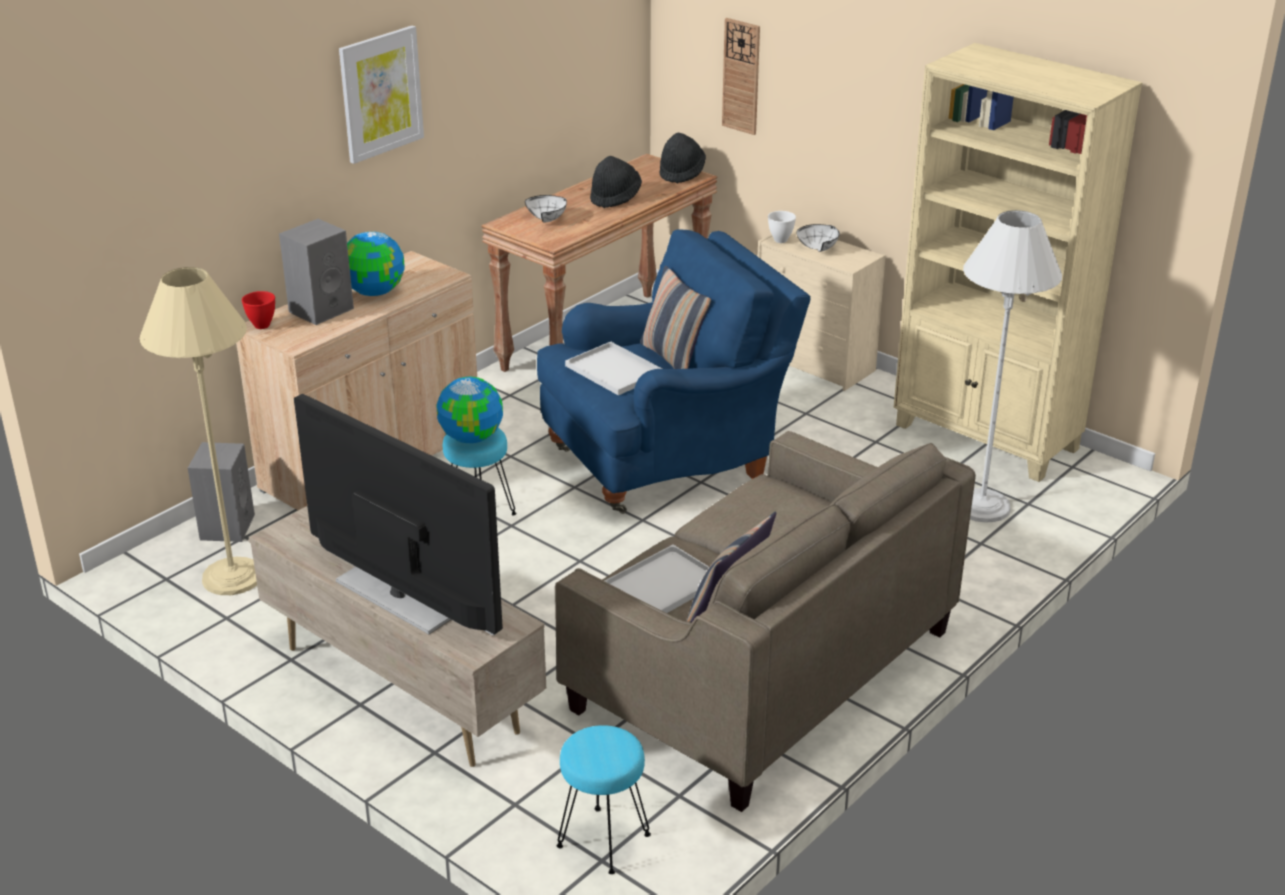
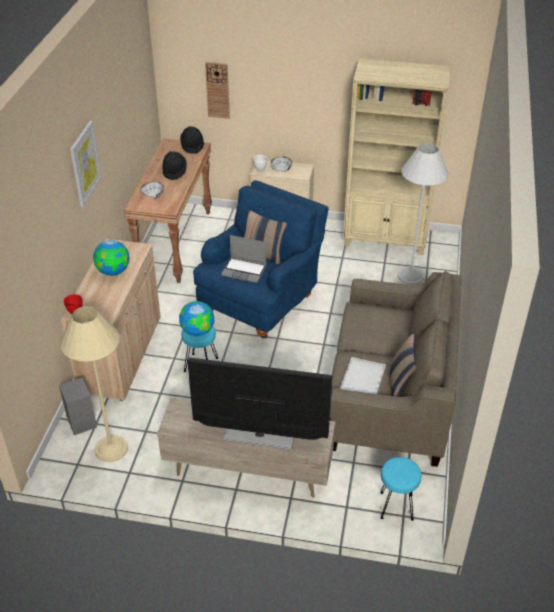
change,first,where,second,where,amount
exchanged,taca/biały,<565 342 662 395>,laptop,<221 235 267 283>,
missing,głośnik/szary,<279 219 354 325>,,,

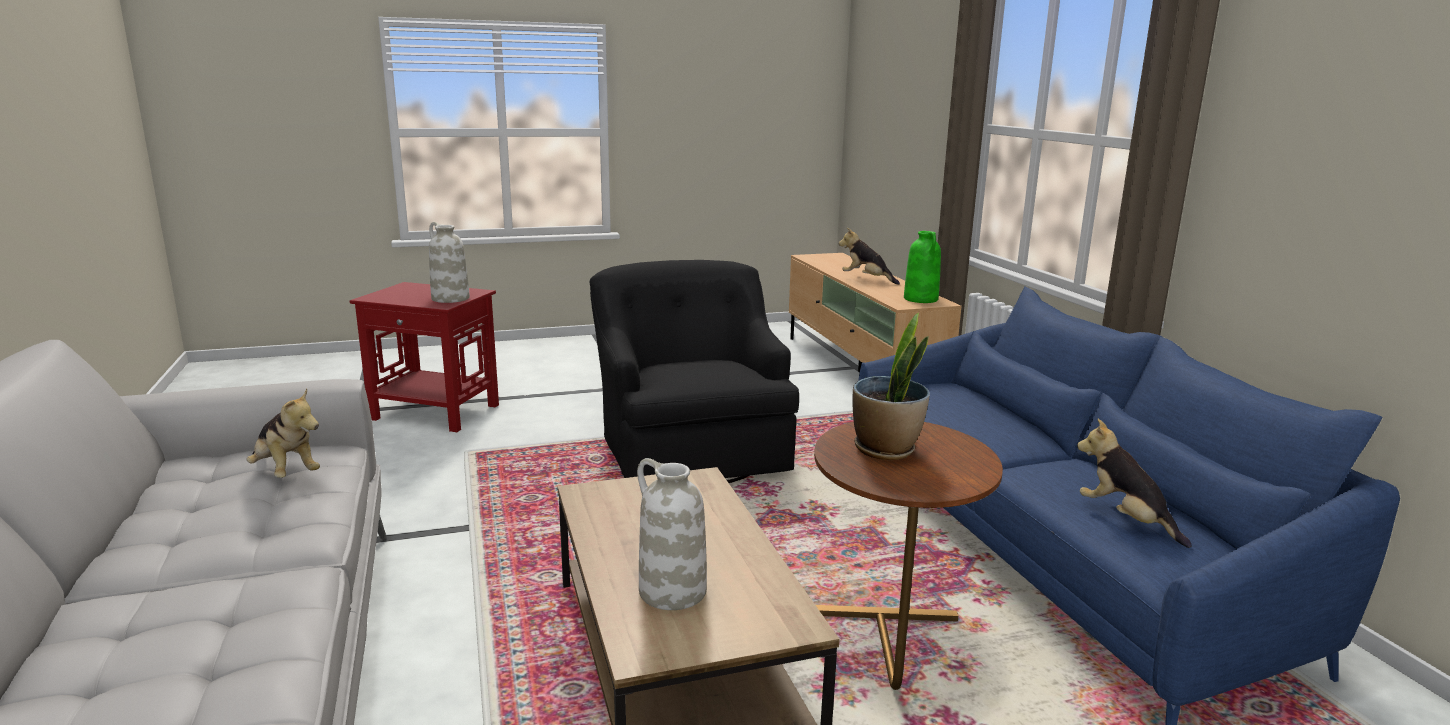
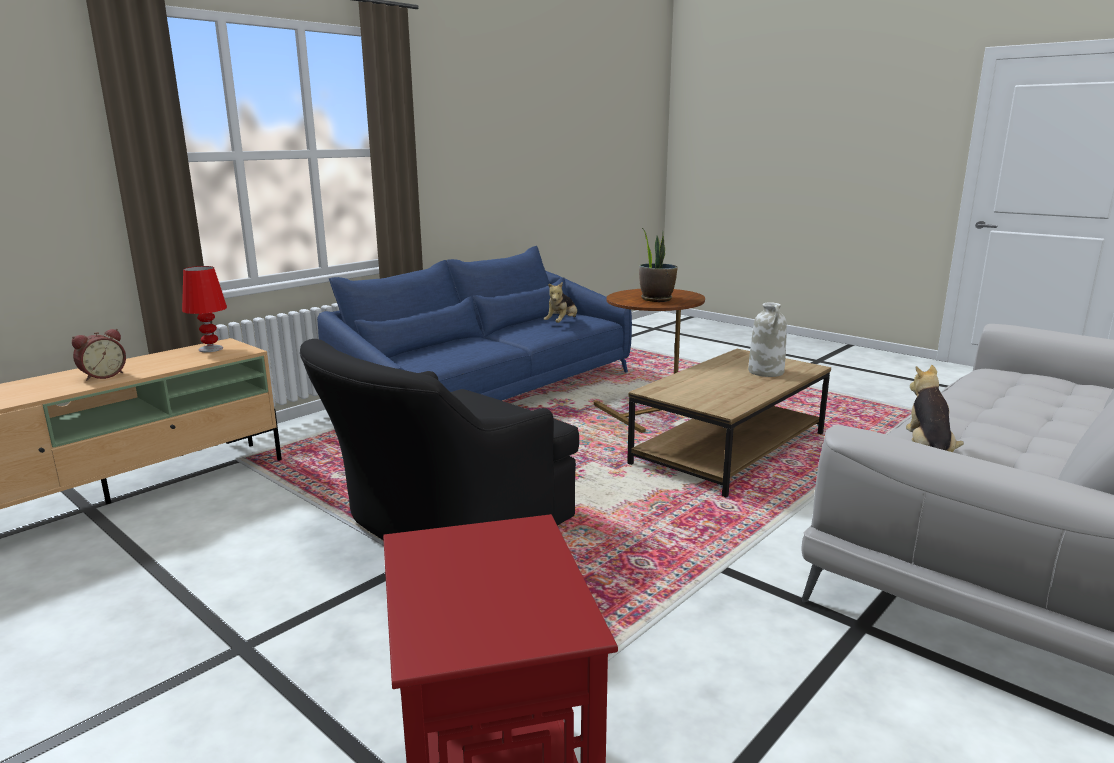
change,first,where,second,where,amount
exchanged,pluszak,<839 228 900 285>,budzik,<72 329 126 381>,
exchanged,wazon/zielony,<904 231 941 303>,lampa stołowa/czerwony,<182 266 227 352>,
missing,wazon/biały,<429 222 470 303>,,,

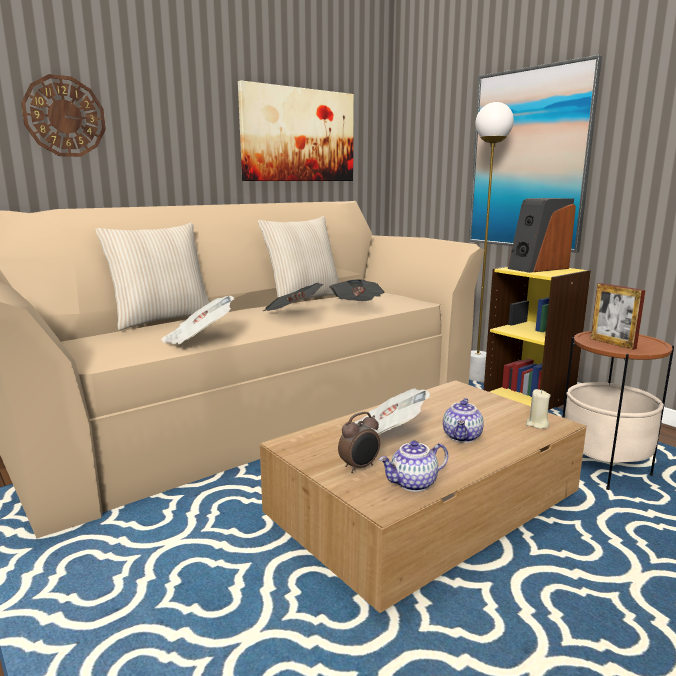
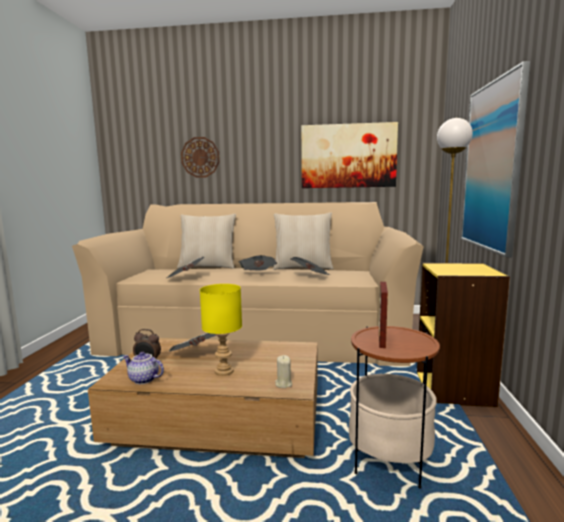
change,first,where,second,where,amount
exchanged,imbryk,<443 398 484 443>,lampa stołowa/żółty,<200 284 242 376>,
missing,głośnik,<508 198 576 273>,,,

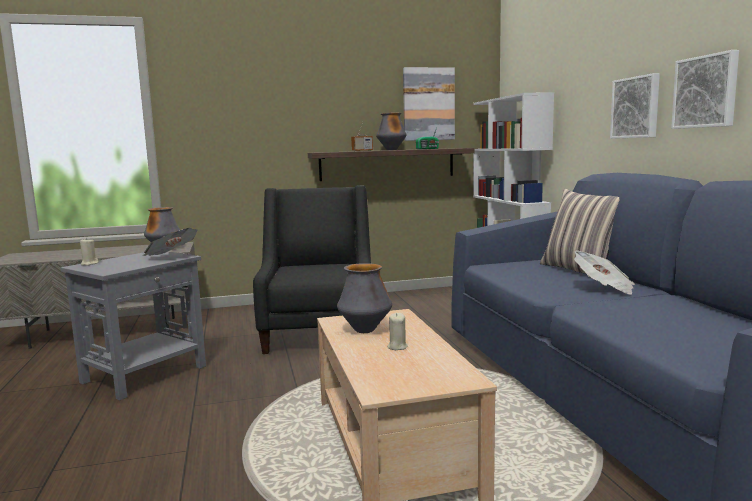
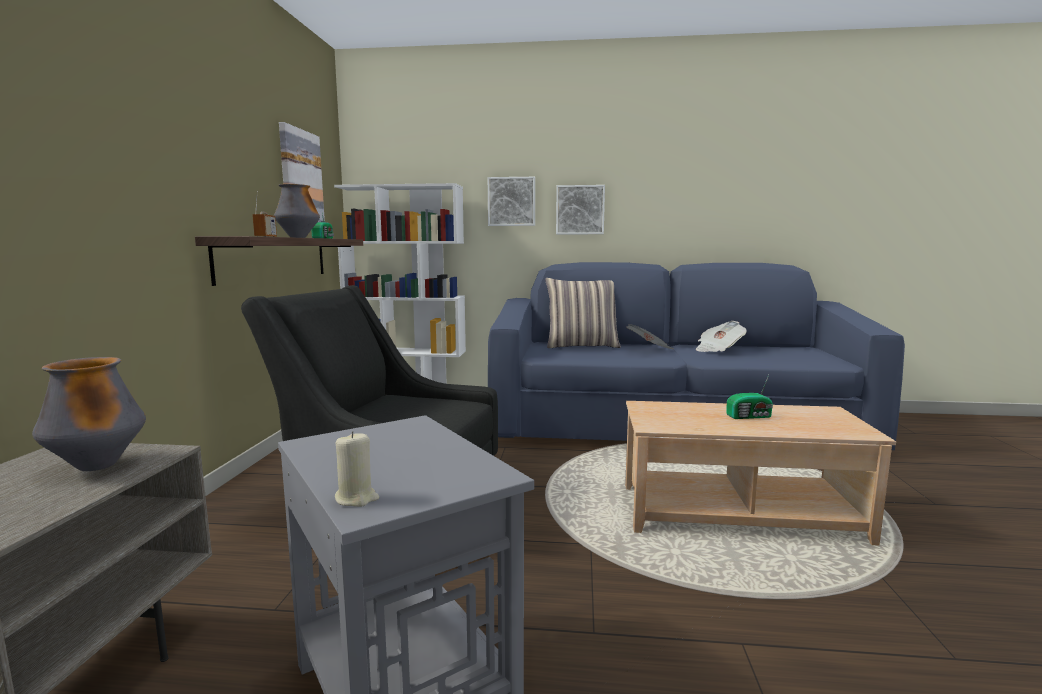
change,first,where,second,where,amount
relocated,obraz,<671 50 739 129>,,<488 177 535 226>,
relocated,gazeta,<143 228 198 256>,,<696 321 747 352>,
exchanged,świeca/beżowy,<387 313 408 350>,radio,<726 375 773 419>,
missing,wazon,<337 263 392 333>,,,

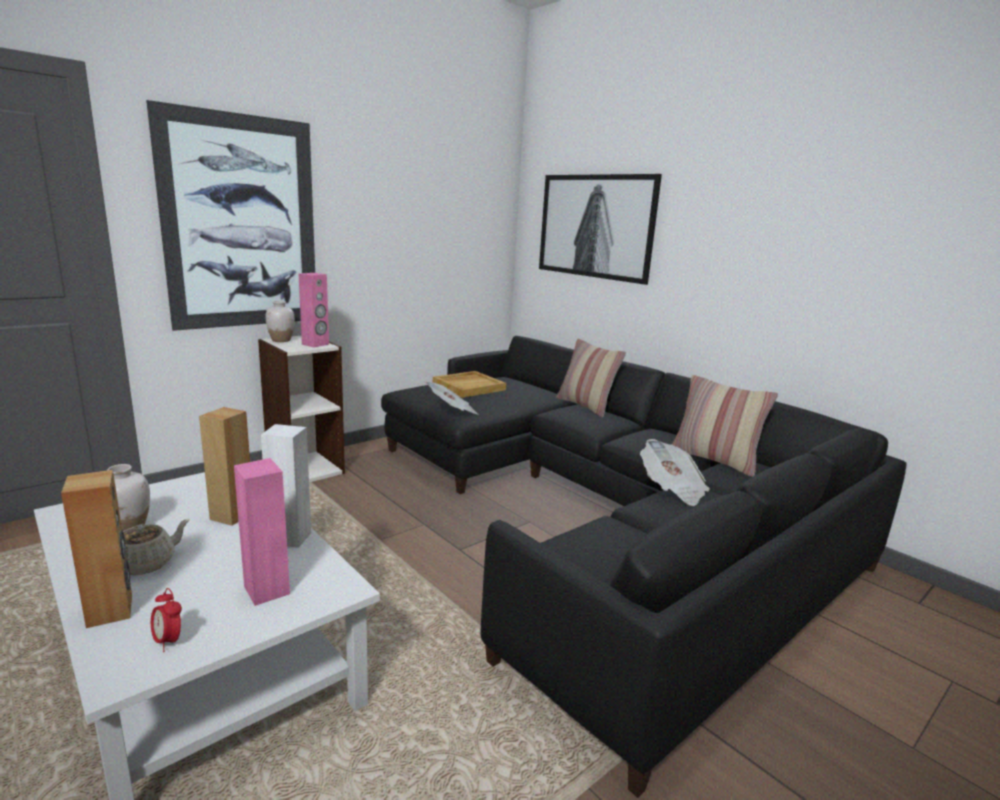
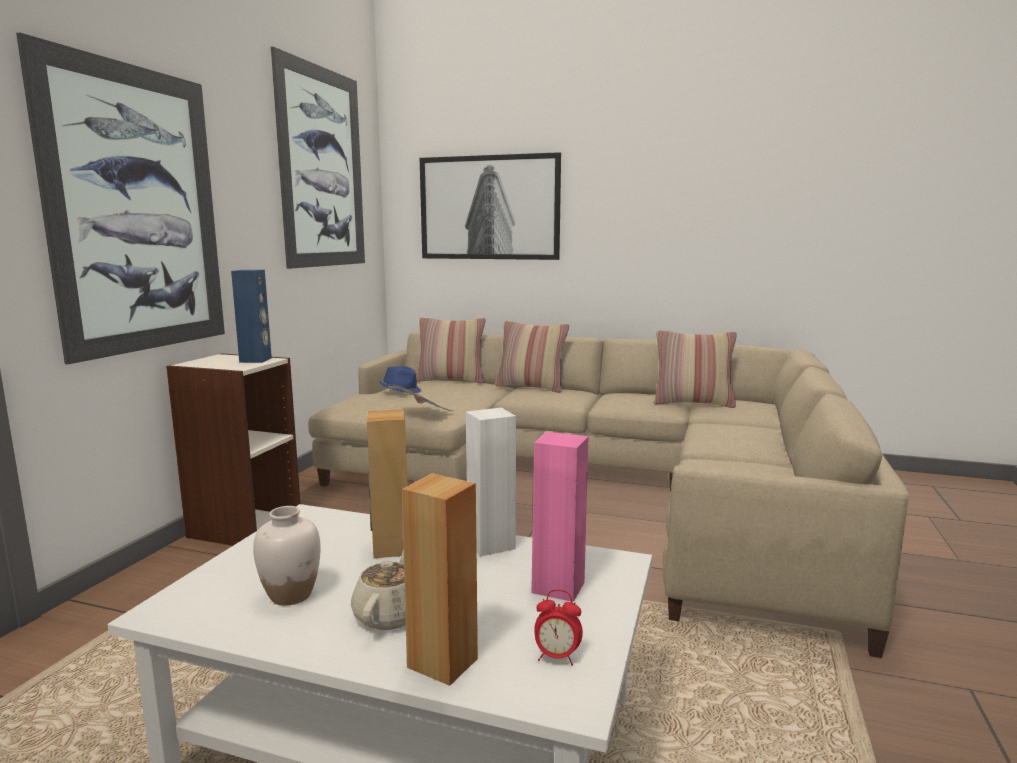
change,first,where,second,where,amount
colour,głośnik/różowy,<299 273 329 347>,głośnik/niebieski,<231 270 272 363>,
appeared,,,obraz,<271 47 365 269>,
colour,kanapa/czarny,<381 336 907 798>,kanapa/beżowy,<308 332 909 658>,
exchanged,taca/beżowy,<433 371 506 398>,kapelusz/niebieski,<379 366 422 393>,
appeared,,,poduszka,<416 317 485 384>,
missing,wazon/biały,<265 301 295 342>,,,
missing,gazeta,<640 439 710 506>,,,

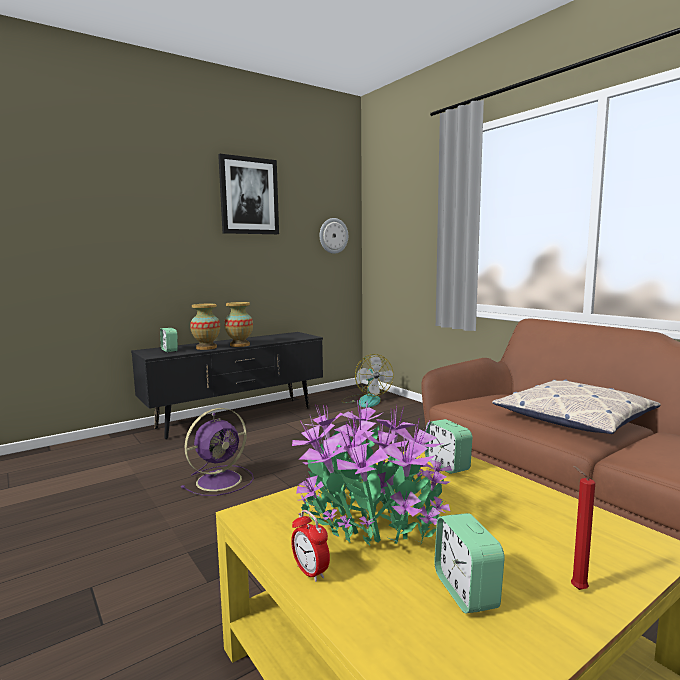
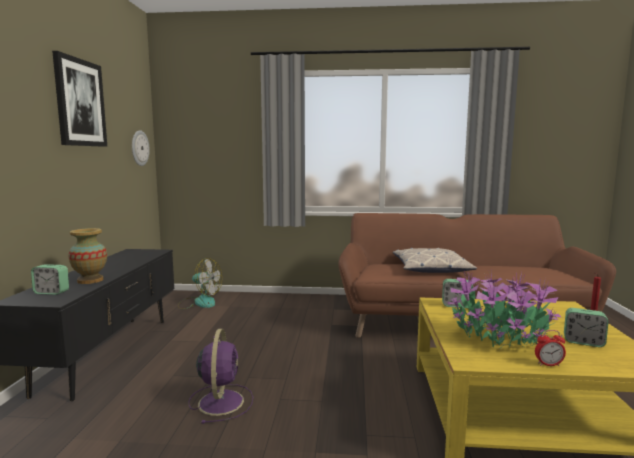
change,first,where,second,where,amount
missing,wazon,<224 302 253 347>,,,

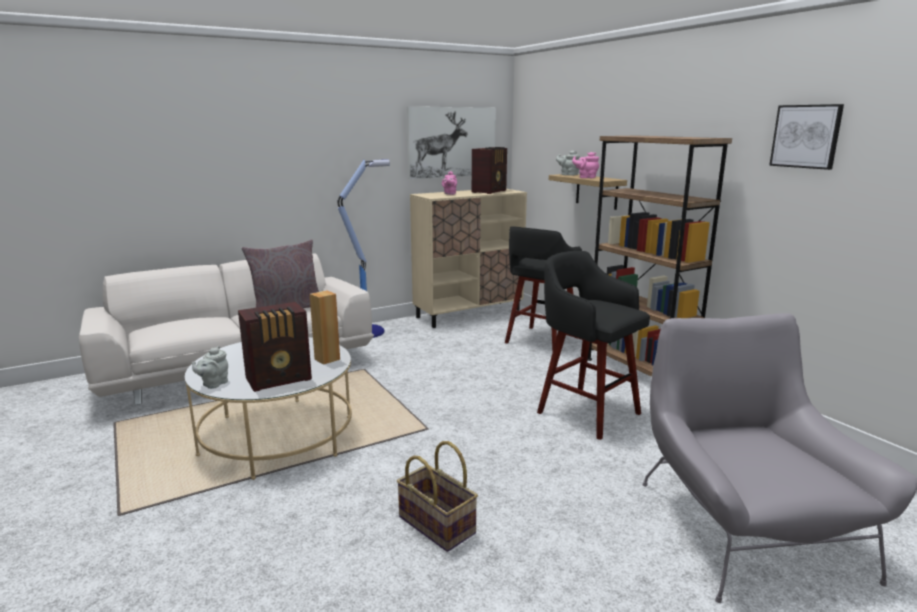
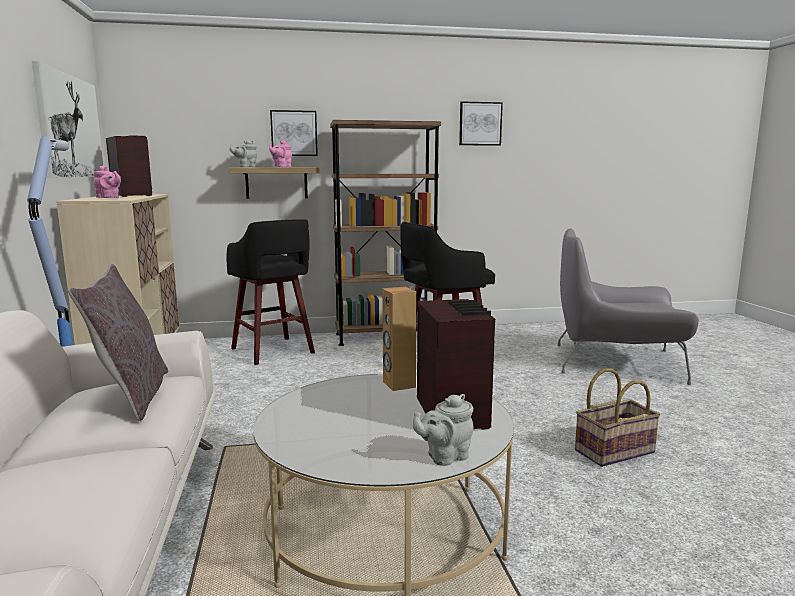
change,first,where,second,where,amount
appeared,,,obraz,<270 110 318 156>,
spun,imbryk/szary,<192 346 228 389>,,<413 394 473 466>,105 degrees clockwise

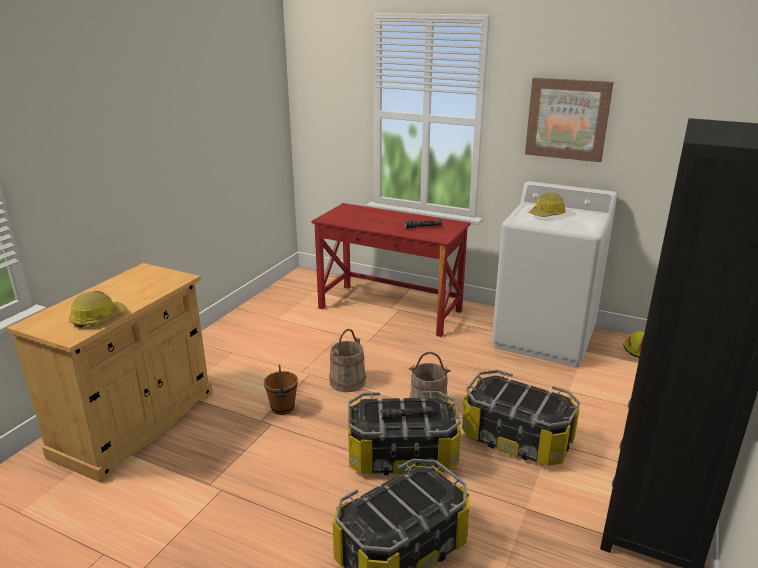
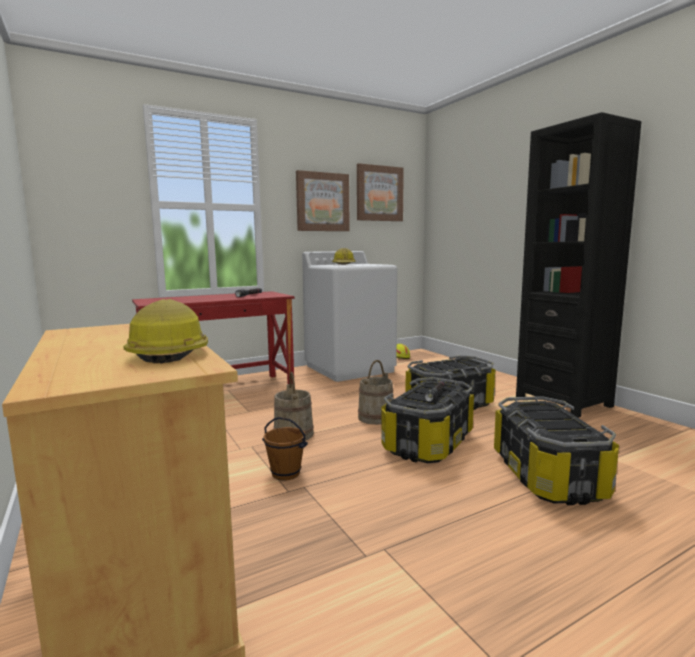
change,first,where,second,where,amount
appeared,,,obraz,<357 163 404 221>,

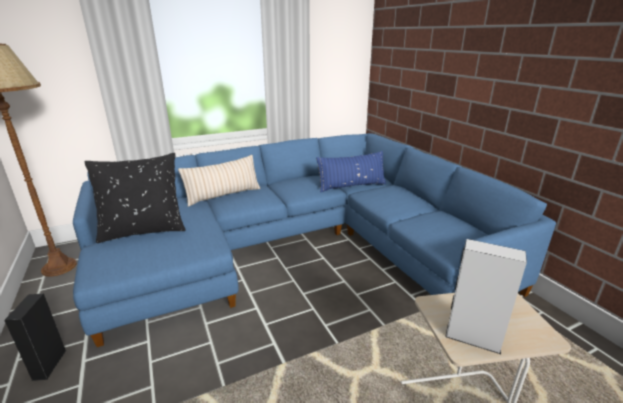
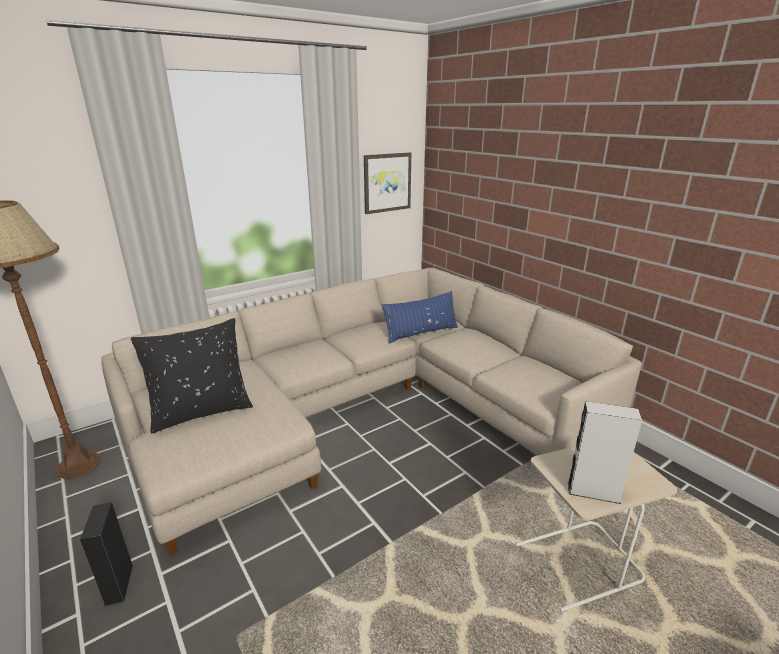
change,first,where,second,where,amount
colour,kanapa/niebieski,<73 133 556 347>,kanapa/beżowy,<102 268 642 556>,
appeared,,,obraz,<364 152 411 214>,
missing,poduszka/beżowy,<178 155 260 206>,,,

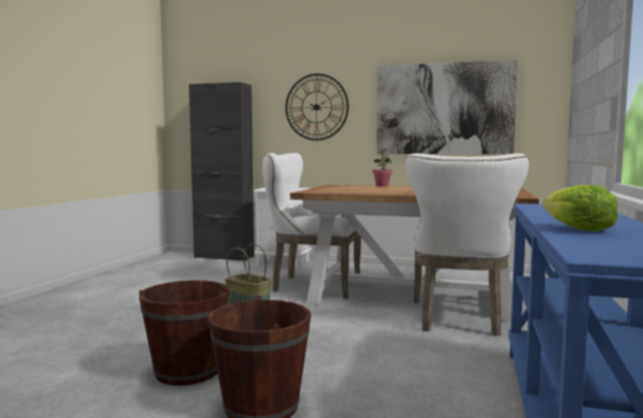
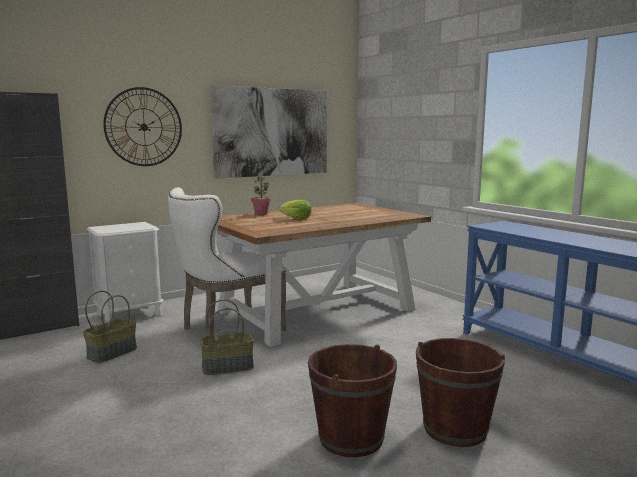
change,first,where,second,where,amount
appeared,,,koszyk,<83 291 137 363>,
relocated,sałata,<542 185 618 232>,,<279 200 312 219>,
missing,krzesło/biały,<405 153 529 336>,,,

